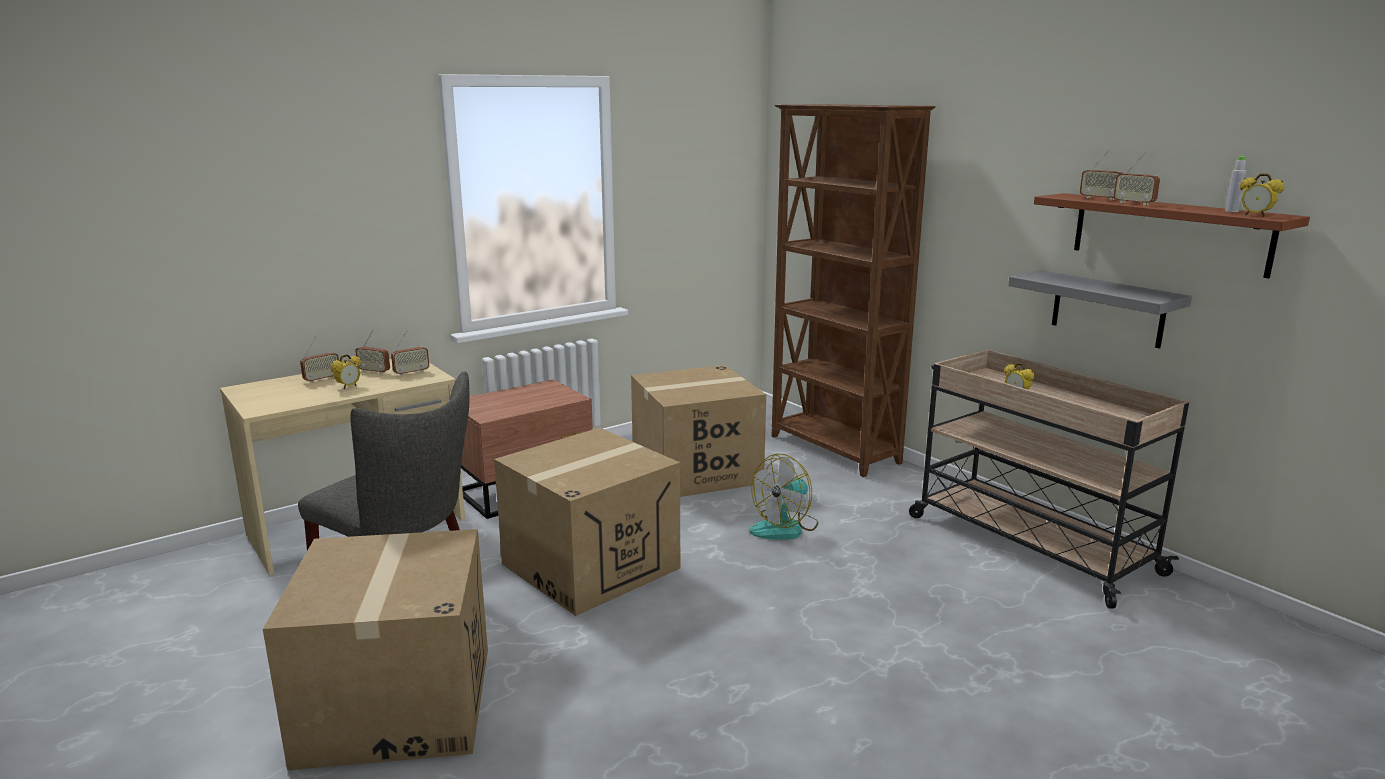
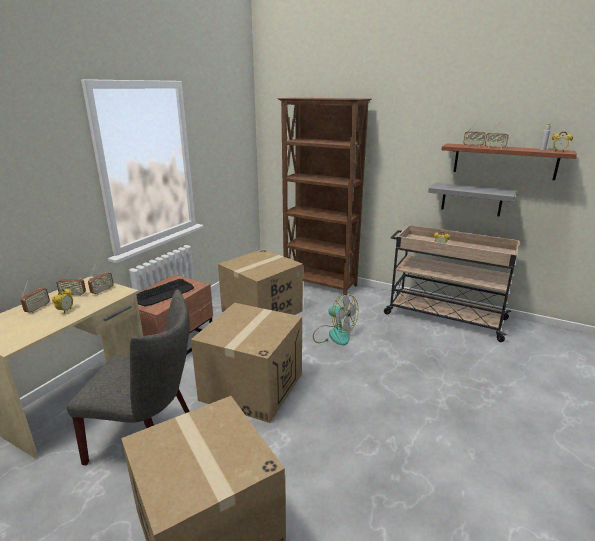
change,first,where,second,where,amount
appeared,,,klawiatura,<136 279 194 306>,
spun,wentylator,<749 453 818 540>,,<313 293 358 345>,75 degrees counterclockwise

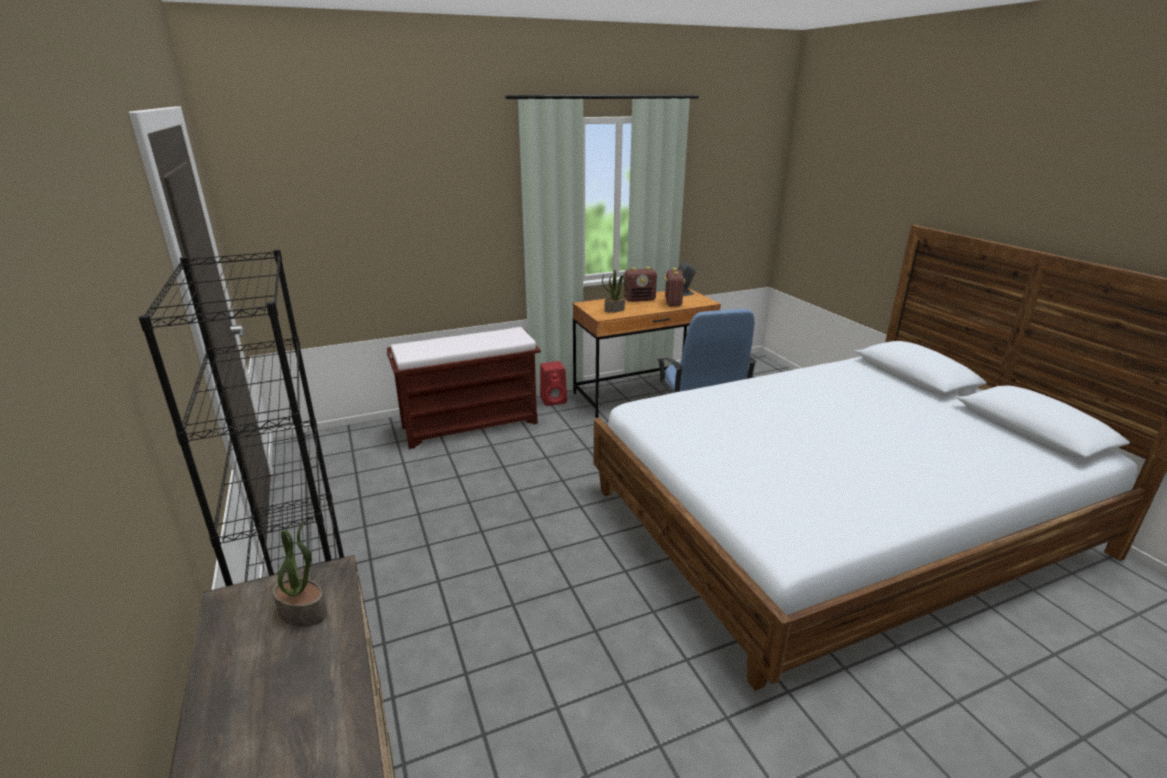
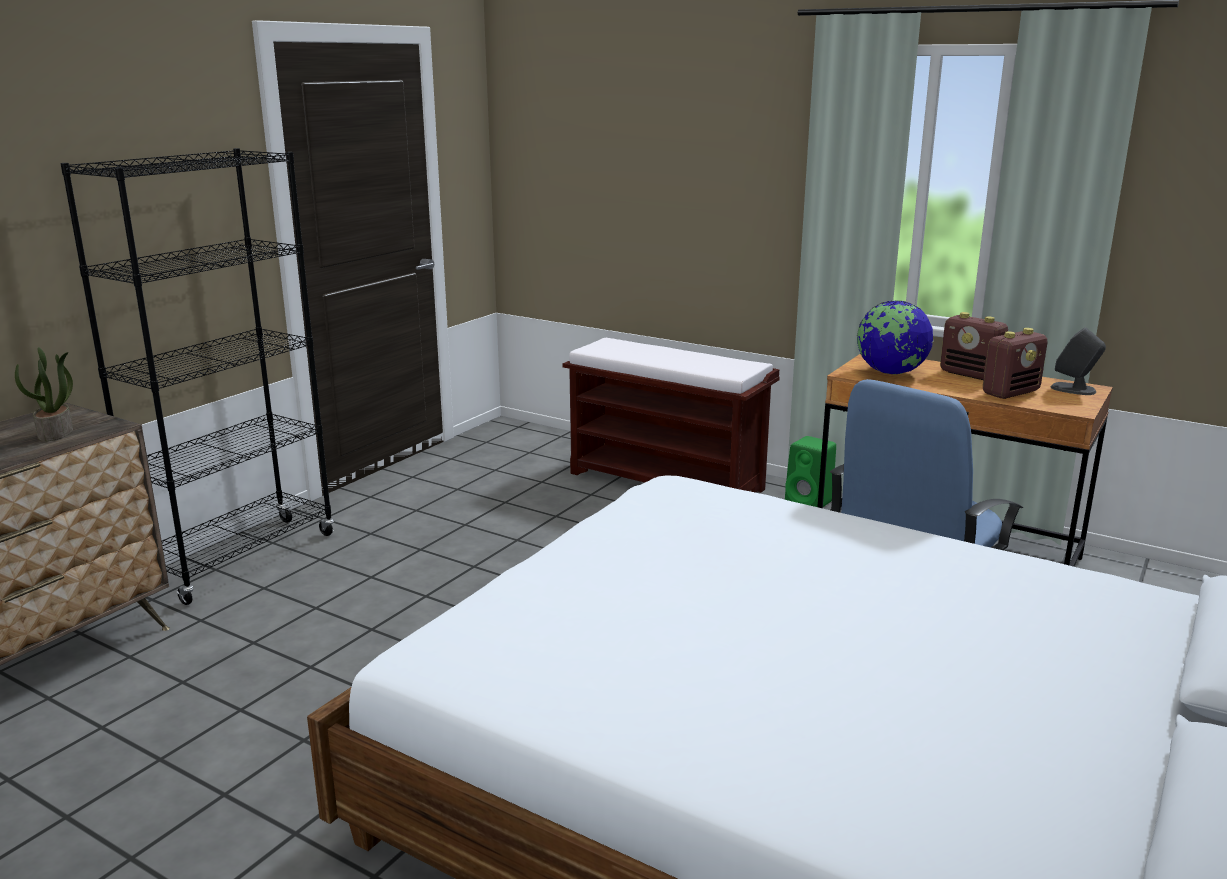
change,first,where,second,where,amount
colour,głośnik/czerwony,<540 361 567 406>,głośnik/zielony,<785 436 836 507>,
exchanged,roślina doniczkowa,<602 270 628 313>,globus,<857 300 934 374>,

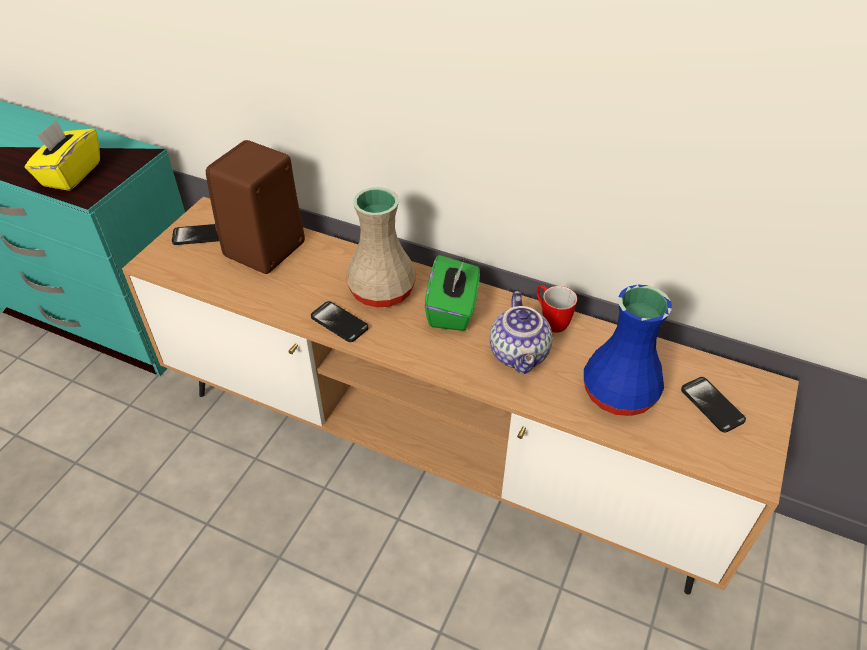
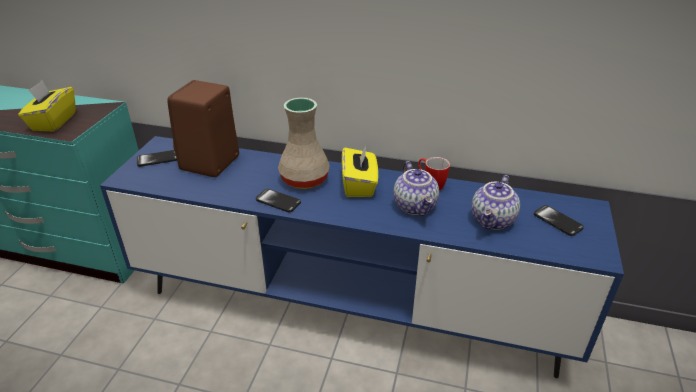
change,first,where,second,where,amount
colour,szafka pod telewizor/brązowy,<122 197 799 595>,szafka pod telewizor/niebieski,<100 136 624 378>,
colour,pudełko chusteczek/zielony,<425 255 480 331>,pudełko chusteczek/żółty,<342 145 378 197>,
exchanged,wazon/niebieski,<584 285 672 416>,imbryk,<471 175 520 230>,

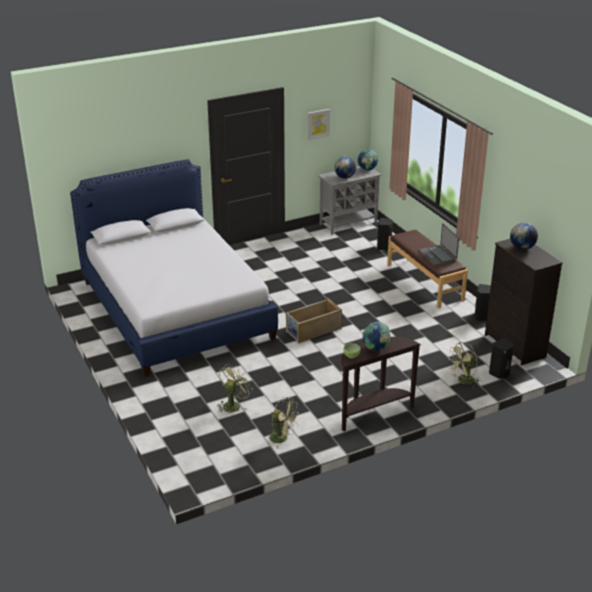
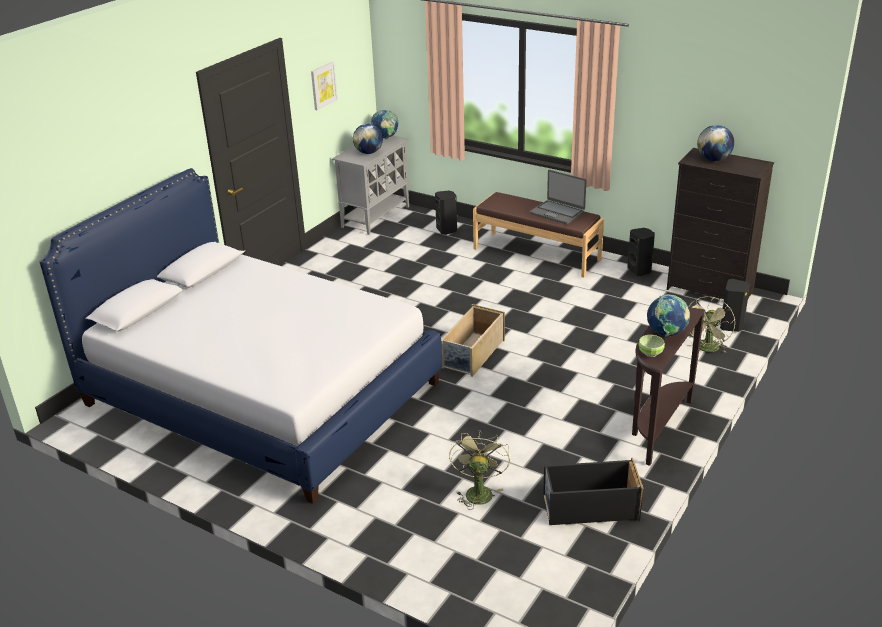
change,first,where,second,where,amount
exchanged,wentylator/zielony,<268 397 298 449>,pojemnik do przechowywania/czarny,<543 458 643 525>,

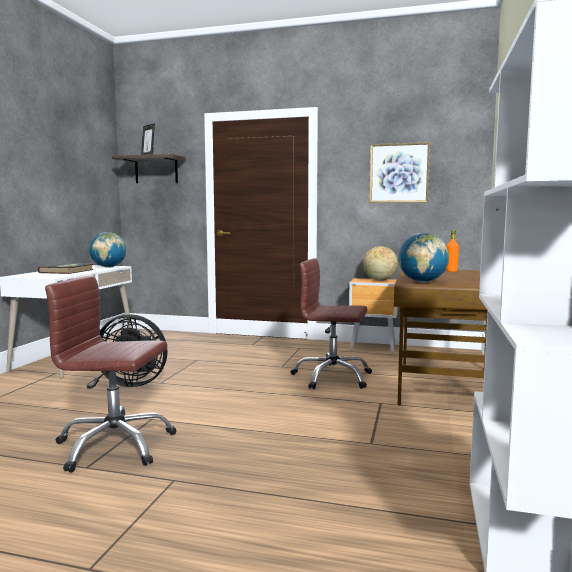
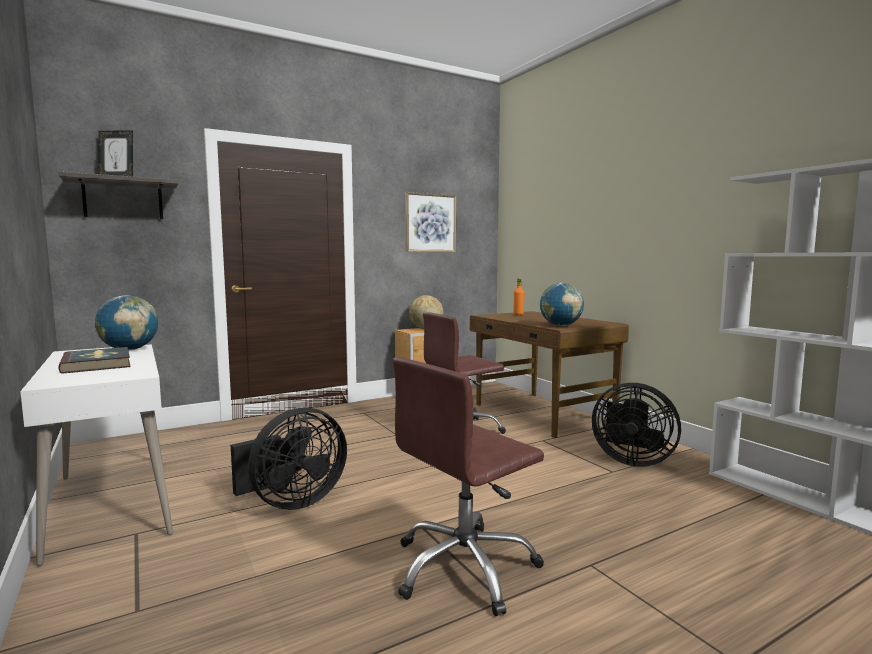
change,first,where,second,where,amount
appeared,,,wentylator/czarny,<592 383 681 467>,

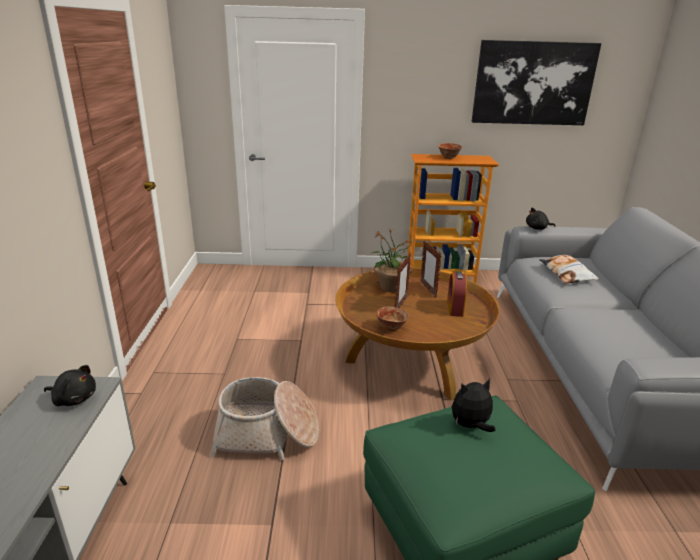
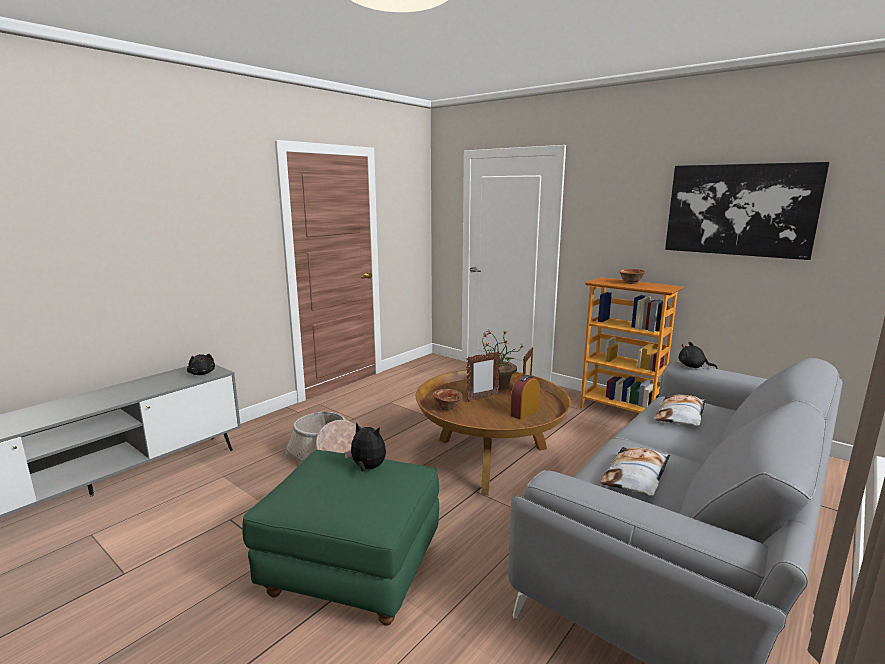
change,first,where,second,where,amount
appeared,,,poduszka,<600 447 670 496>,

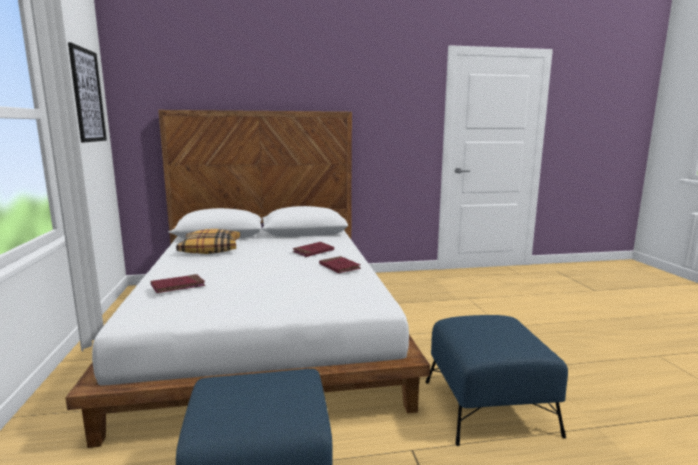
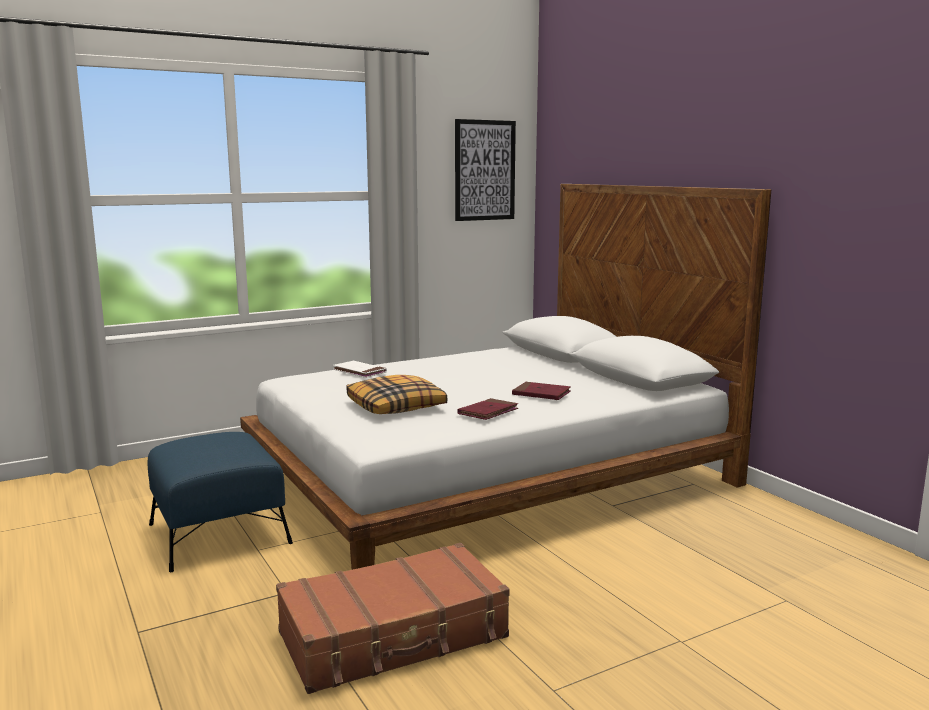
change,first,where,second,where,amount
exchanged,pufa/niebieski,<425 315 568 446>,walizka/brązowy,<276 543 510 694>,
colour,książka/czerwony,<151 274 205 293>,książka/biały,<333 361 387 378>,
relocated,poduszka,<176 229 240 254>,,<346 375 447 414>,

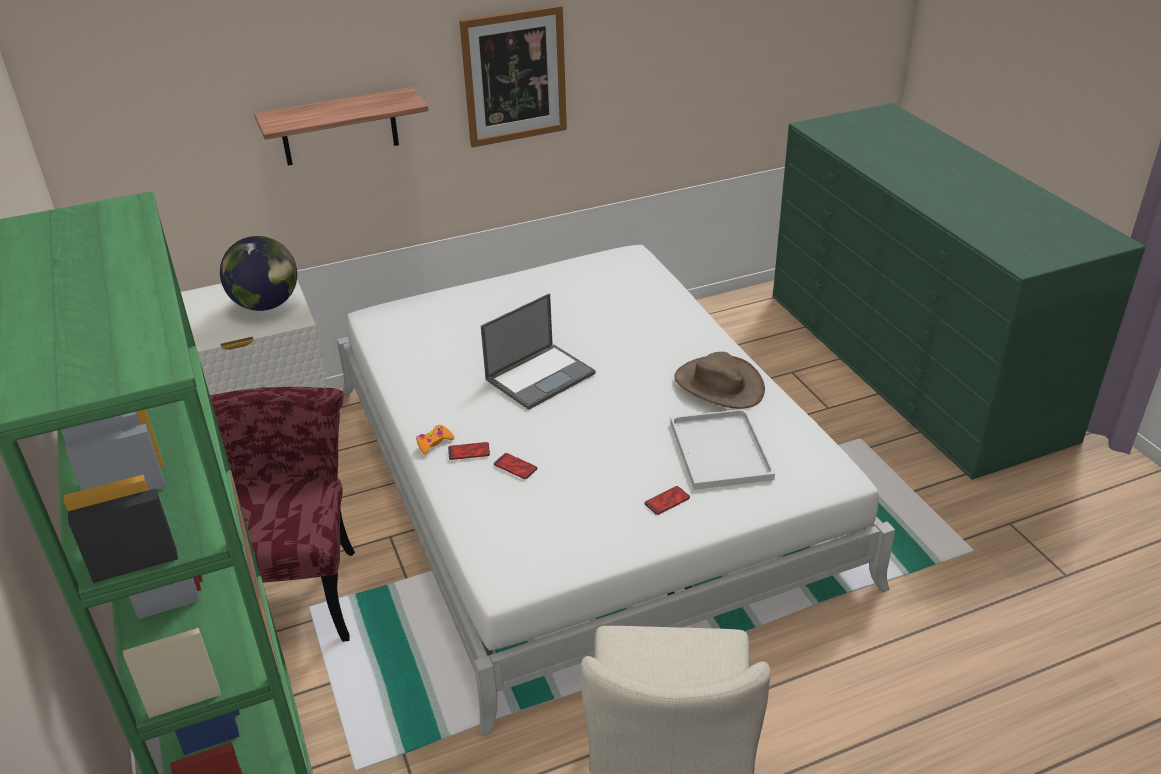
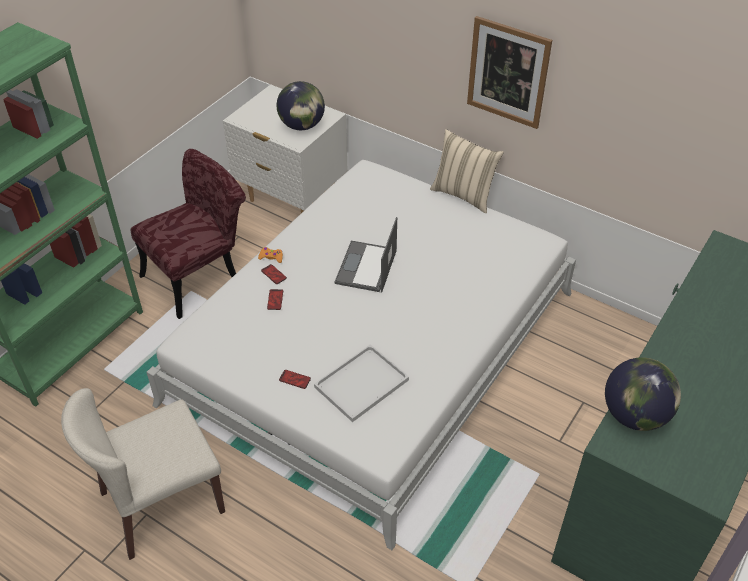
change,first,where,second,where,amount
spun,laptop,<481 293 596 410>,,<335 217 397 293>,90 degrees clockwise
appeared,,,poduszka/beżowy,<430 129 504 213>,
appeared,,,globus,<605 357 681 431>,
missing,półka,<254 87 429 165>,,,
missing,kapelusz/brązowy,<674 352 765 409>,,,

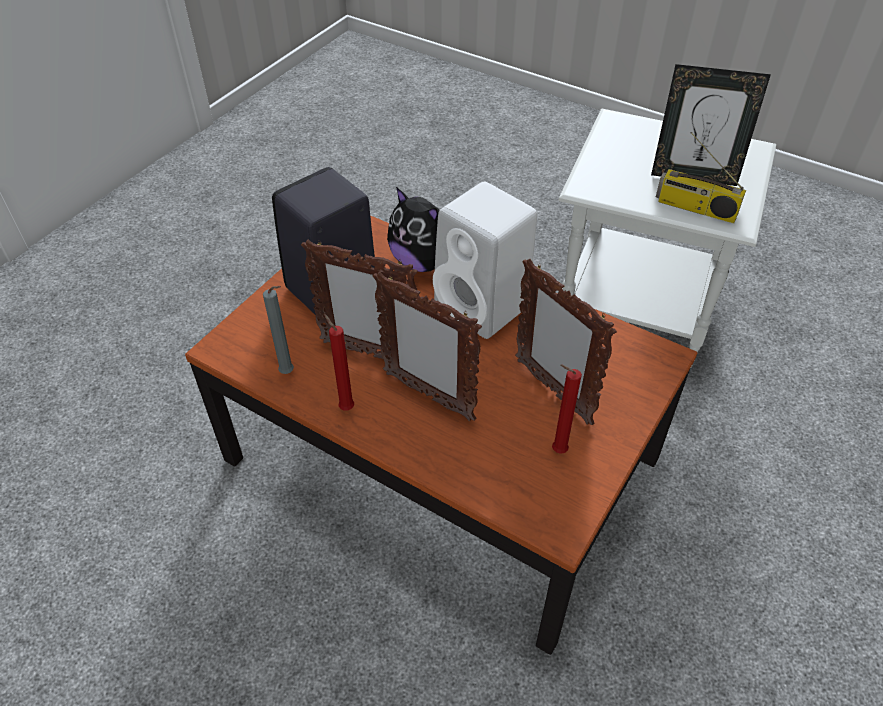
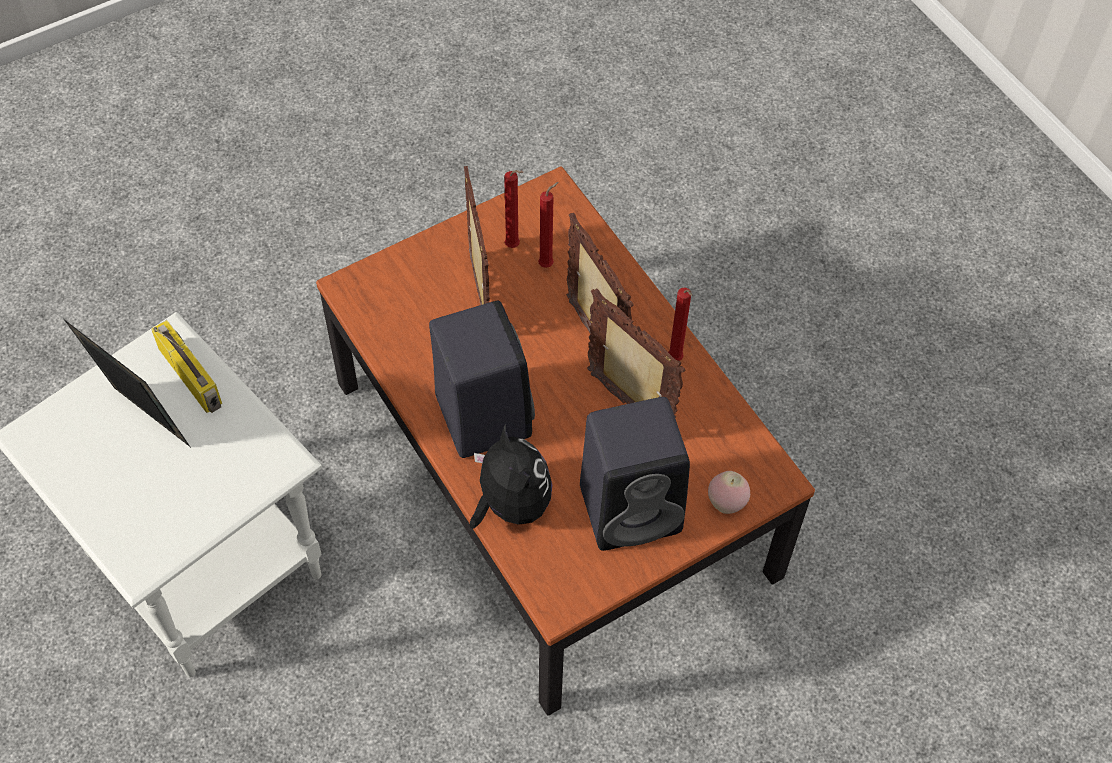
change,first,where,second,where,amount
colour,głośnik/biały,<433 181 537 339>,głośnik/czarny,<429 301 535 458>,
appeared,,,świeca/czerwony,<538 182 559 268>,
appeared,,,jabłko,<708 471 750 514>,
missing,świeca/szary,<263 286 294 374>,,,

